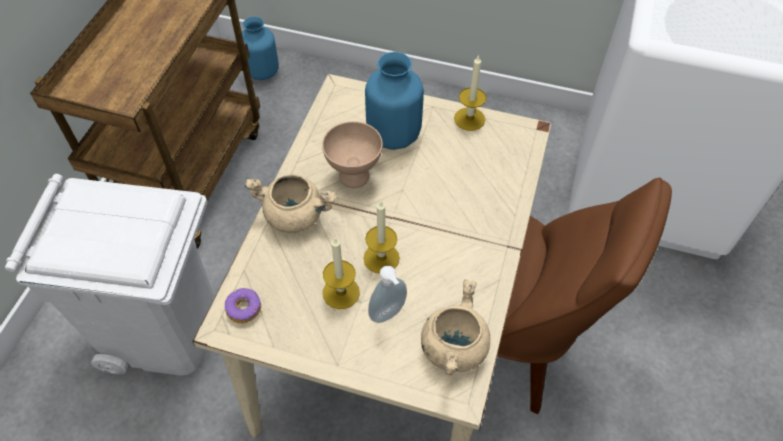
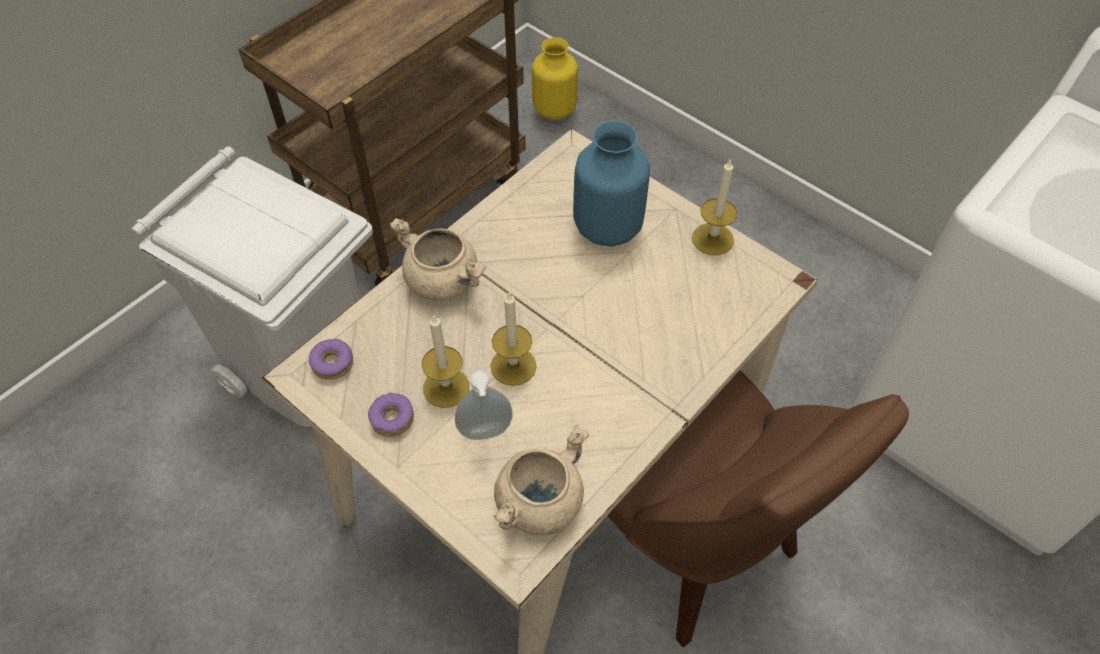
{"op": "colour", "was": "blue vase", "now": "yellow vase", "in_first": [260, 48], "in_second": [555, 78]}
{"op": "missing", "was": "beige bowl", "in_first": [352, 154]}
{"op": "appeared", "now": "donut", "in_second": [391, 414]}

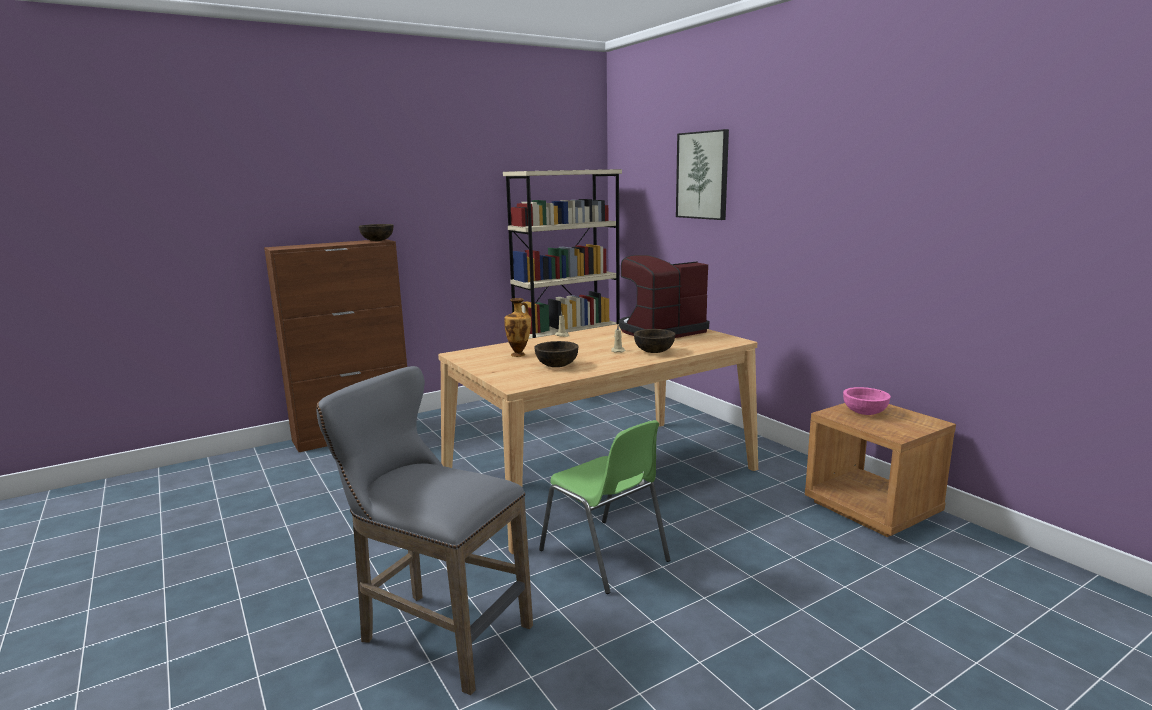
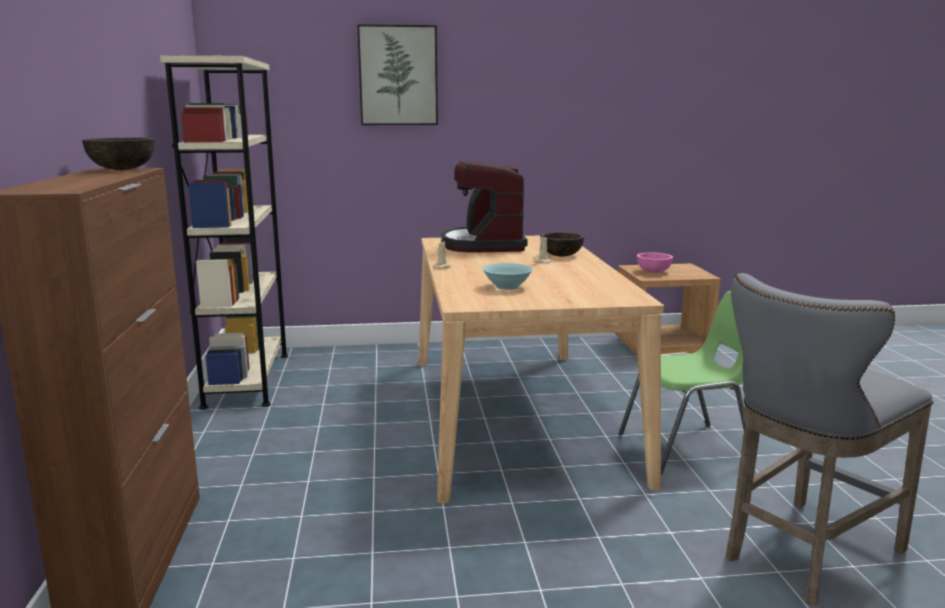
{"op": "exchanged", "was": "vase", "now": "turquoise bowl", "in_first": [517, 327], "in_second": [507, 276]}
{"op": "missing", "was": "brown bowl", "in_first": [556, 354]}

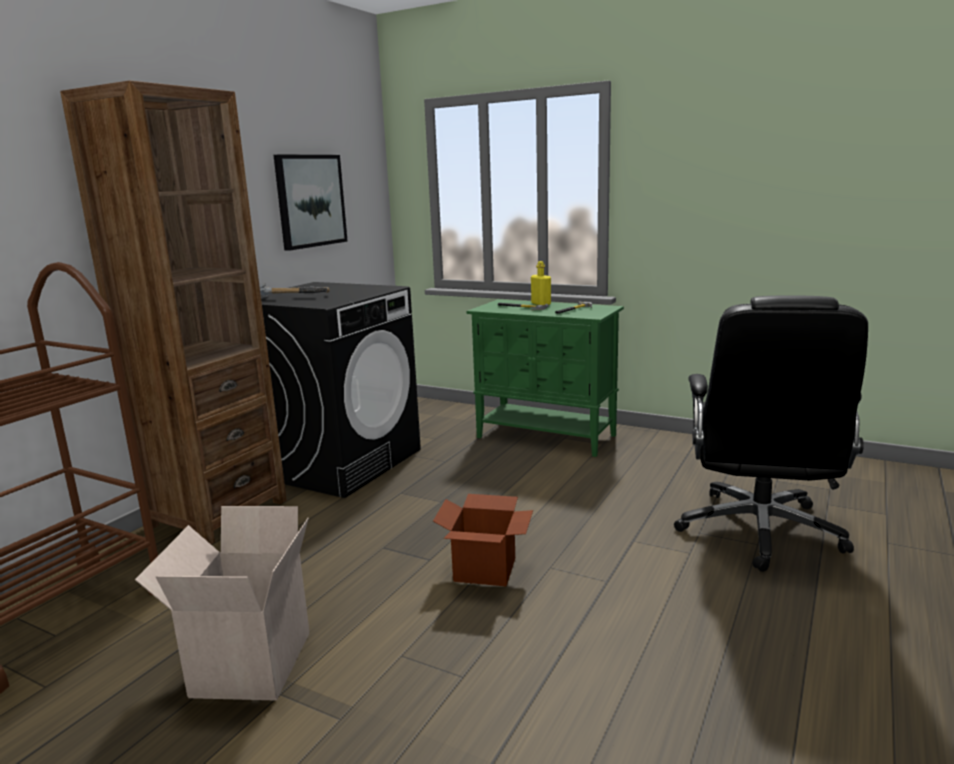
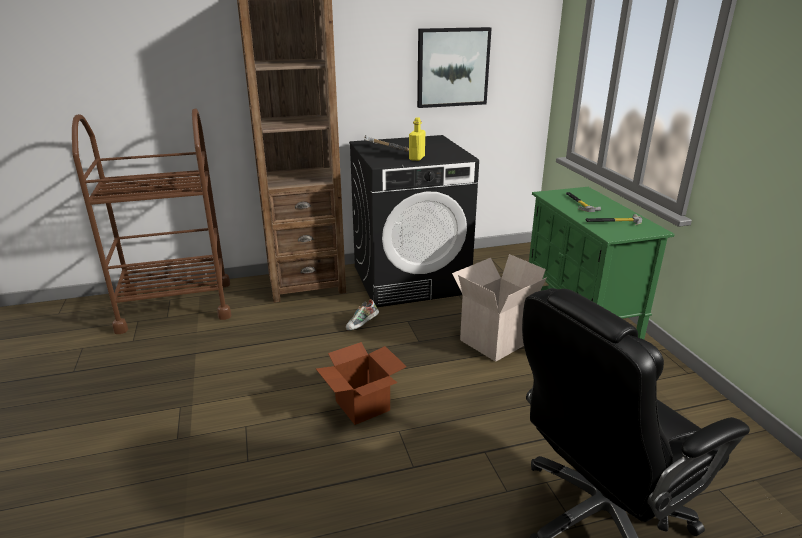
{"op": "relocated", "was": "yellow bottle", "in_first": [541, 283], "in_second": [417, 139]}
{"op": "relocated", "was": "cardboard box", "in_first": [222, 603], "in_second": [499, 308]}
{"op": "appeared", "now": "shoe", "in_second": [362, 315]}

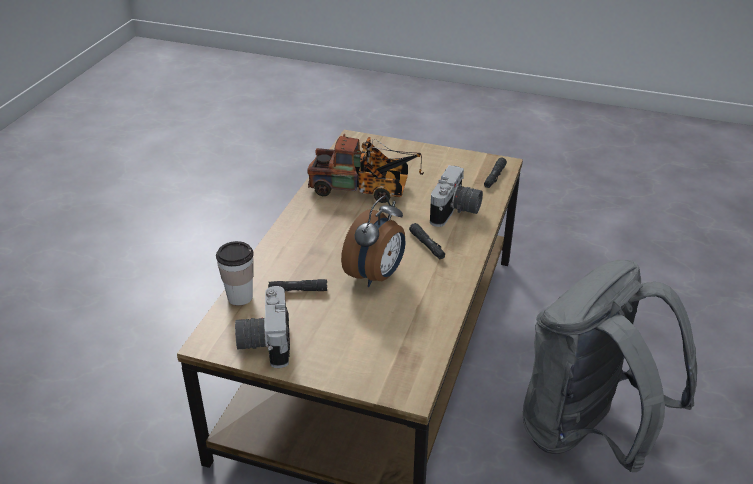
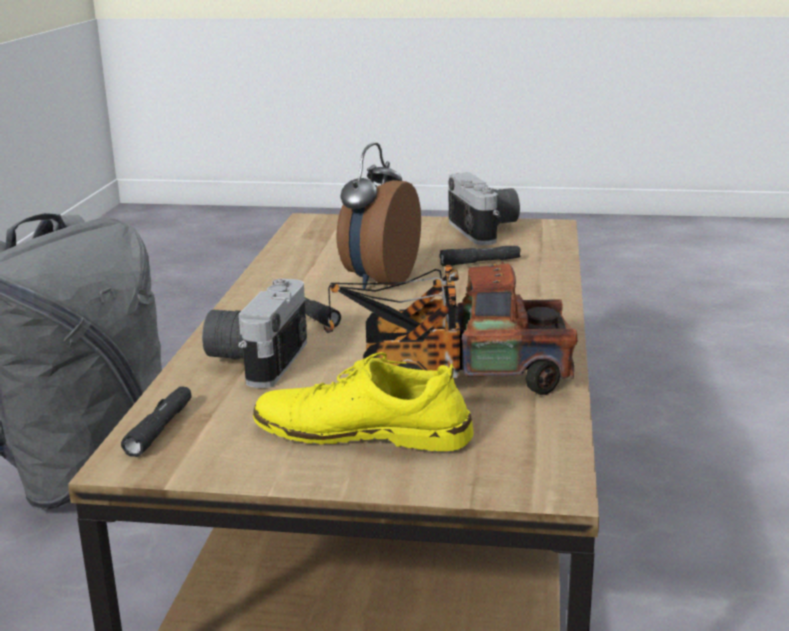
{"op": "missing", "was": "cup", "in_first": [235, 273]}
{"op": "appeared", "now": "yellow shoe", "in_second": [363, 401]}

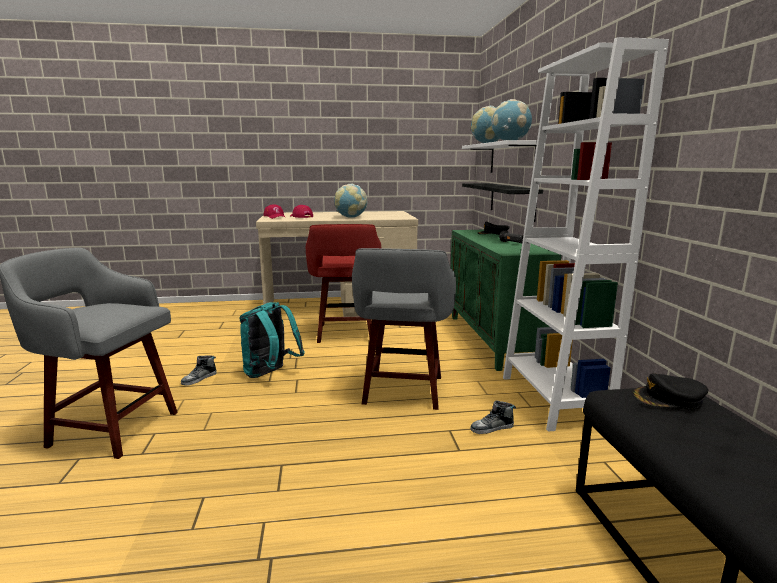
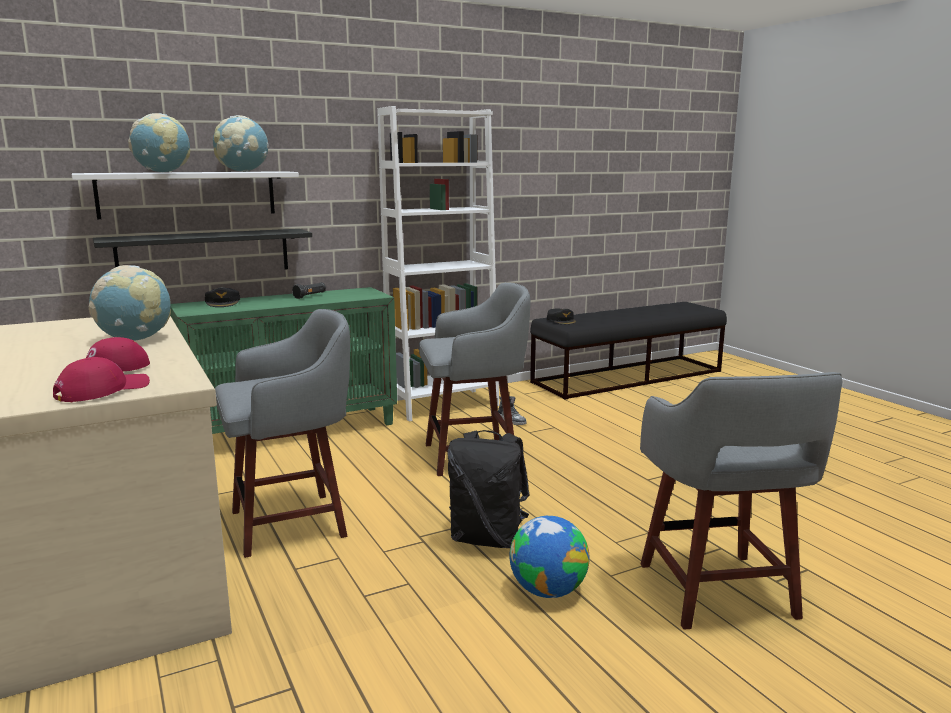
{"op": "colour", "was": "red stool", "now": "grey stool", "in_first": [343, 283], "in_second": [282, 433]}
{"op": "colour", "was": "turquoise backpack", "now": "black backpack", "in_first": [272, 340], "in_second": [488, 489]}
{"op": "exchanged", "was": "shoe", "now": "globe", "in_first": [199, 370], "in_second": [549, 557]}

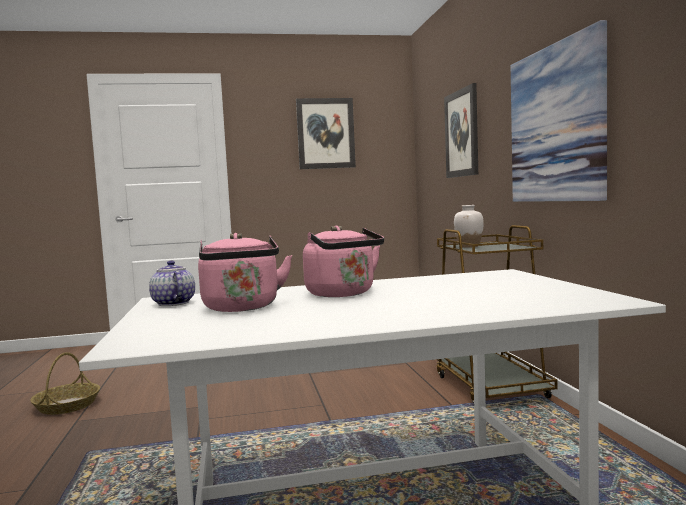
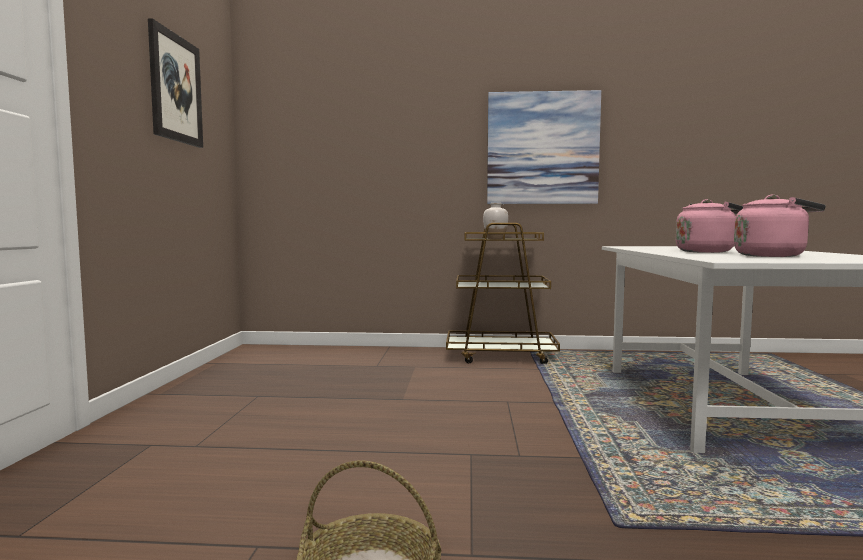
{"op": "missing", "was": "picture", "in_first": [461, 130]}
{"op": "missing", "was": "teapot", "in_first": [172, 283]}

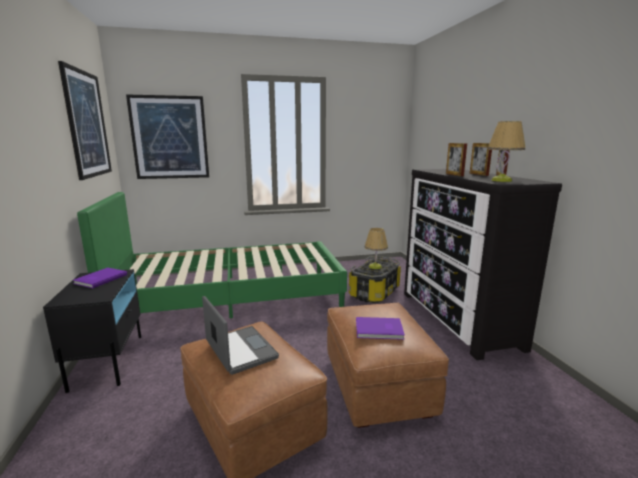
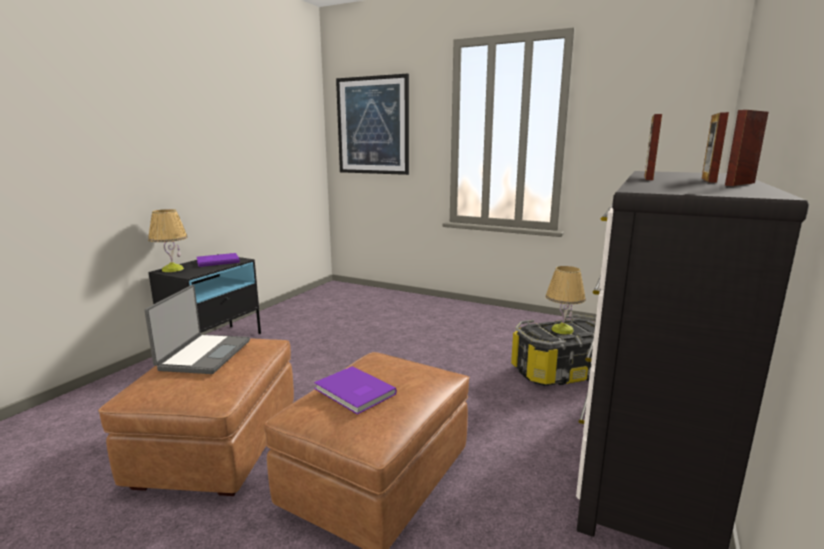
{"op": "missing", "was": "picture", "in_first": [85, 120]}
{"op": "relocated", "was": "table lamp", "in_first": [506, 151], "in_second": [168, 240]}
{"op": "missing", "was": "green bed", "in_first": [212, 255]}

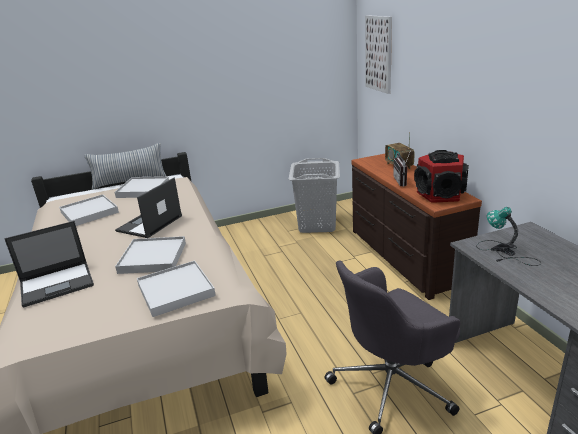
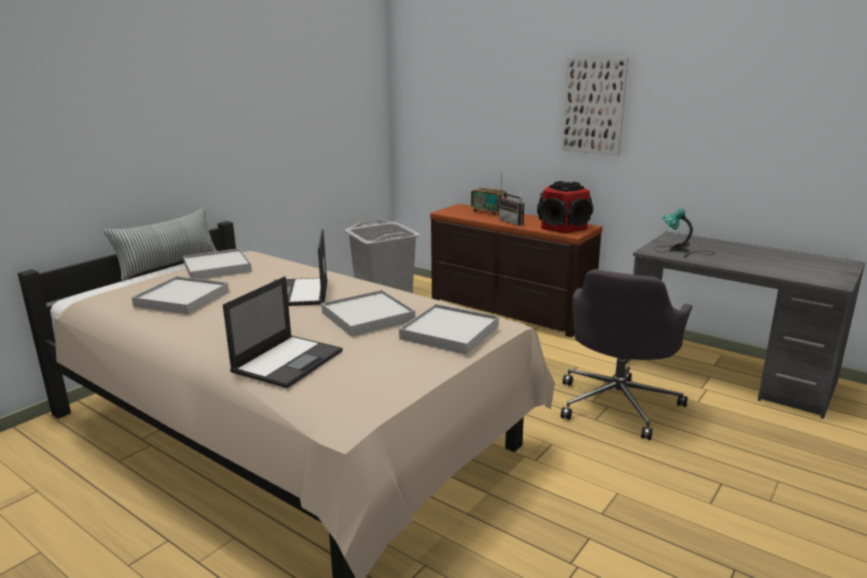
{"op": "relocated", "was": "picture", "in_first": [378, 54], "in_second": [595, 106]}

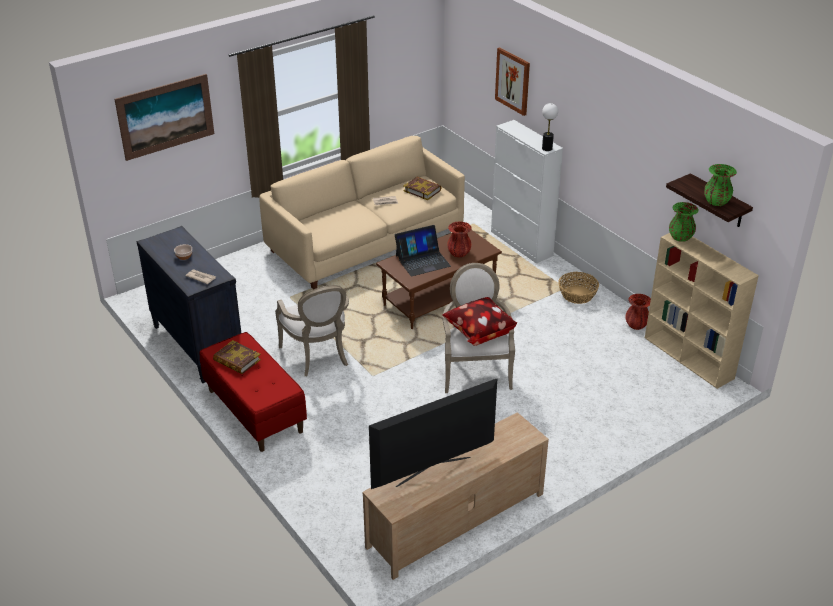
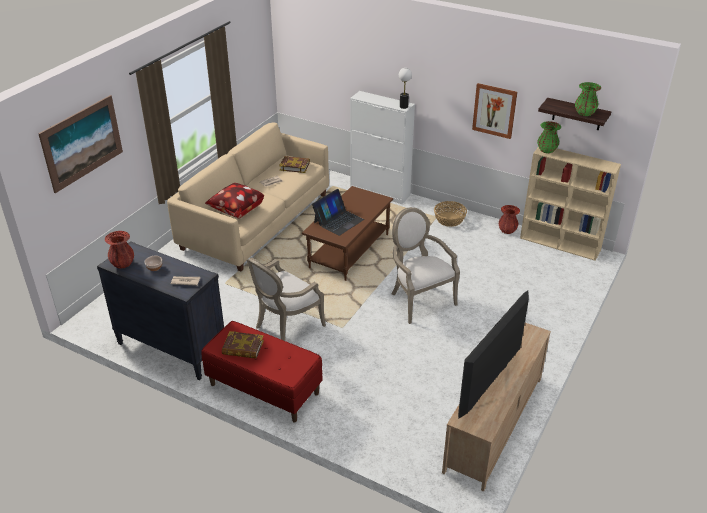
{"op": "relocated", "was": "picture", "in_first": [512, 81], "in_second": [494, 111]}
{"op": "relocated", "was": "red vase", "in_first": [459, 239], "in_second": [119, 250]}
{"op": "spun", "was": "armchair", "in_first": [312, 330], "in_second": [286, 299], "clockwise": 90}
{"op": "relocated", "was": "pillow", "in_first": [479, 321], "in_second": [234, 201]}

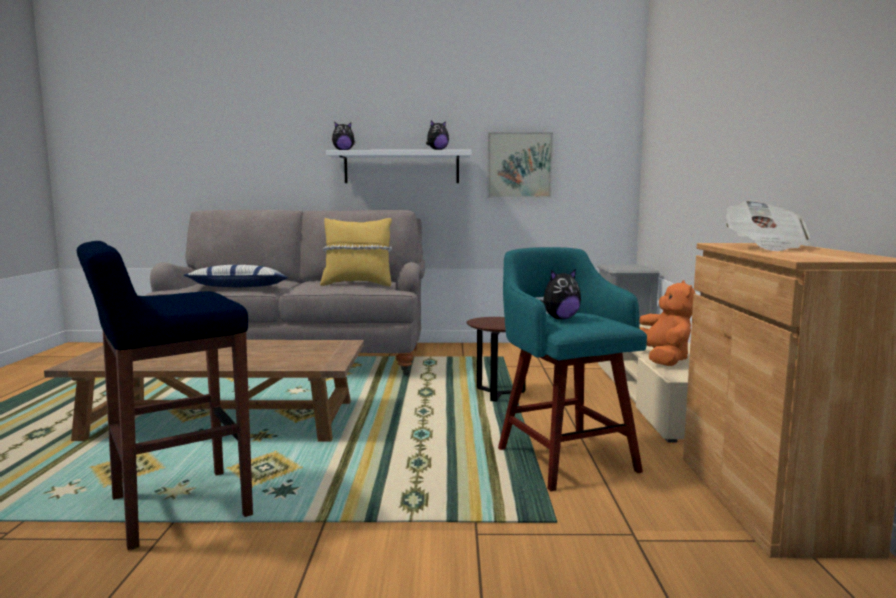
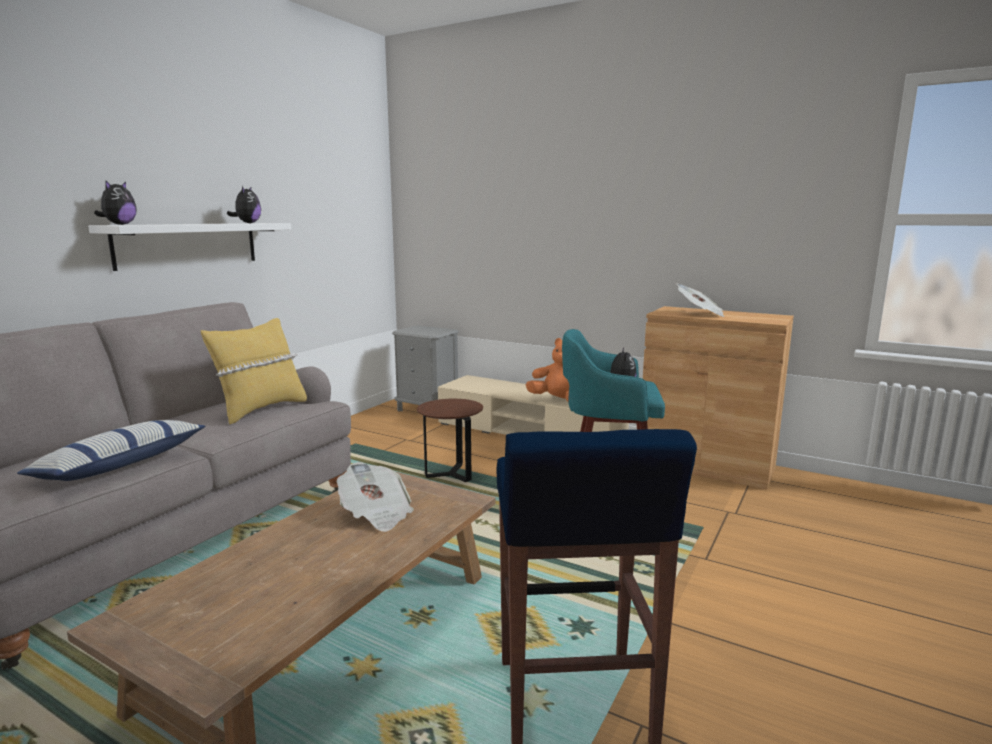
{"op": "missing", "was": "picture", "in_first": [520, 165]}
{"op": "appeared", "now": "newspaper", "in_second": [375, 497]}

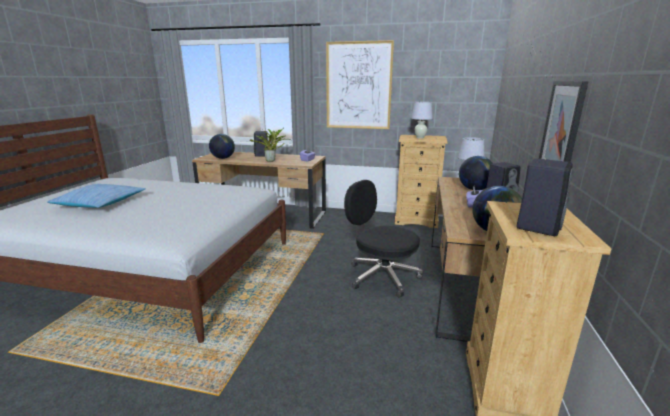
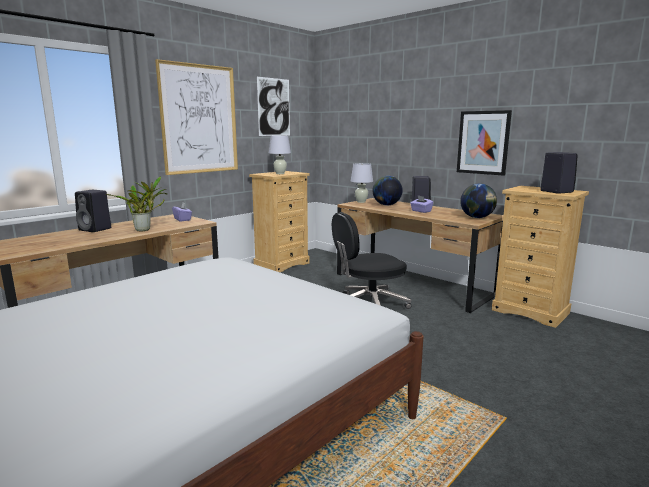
{"op": "missing", "was": "globe", "in_first": [222, 146]}
{"op": "missing", "was": "pillow", "in_first": [97, 196]}
{"op": "appeared", "now": "picture", "in_second": [273, 106]}

